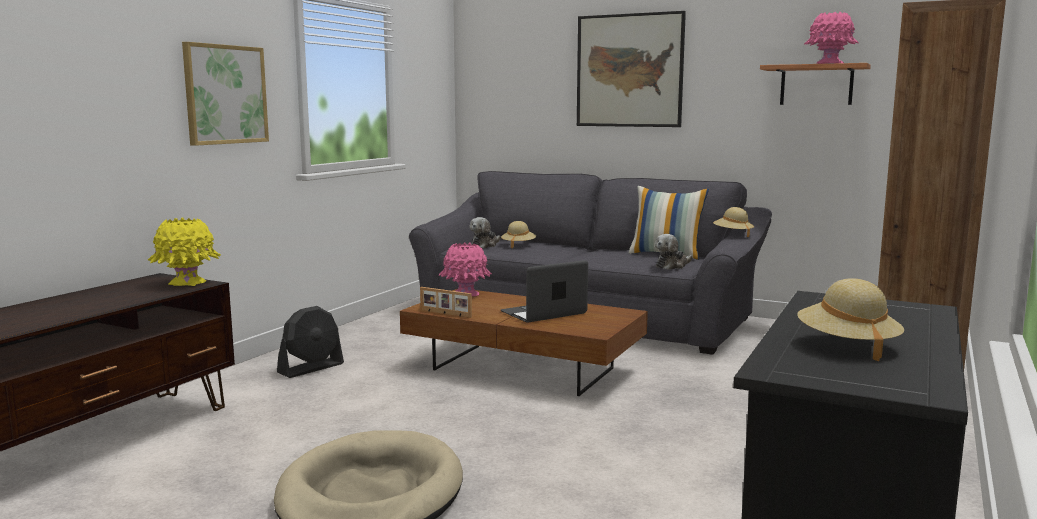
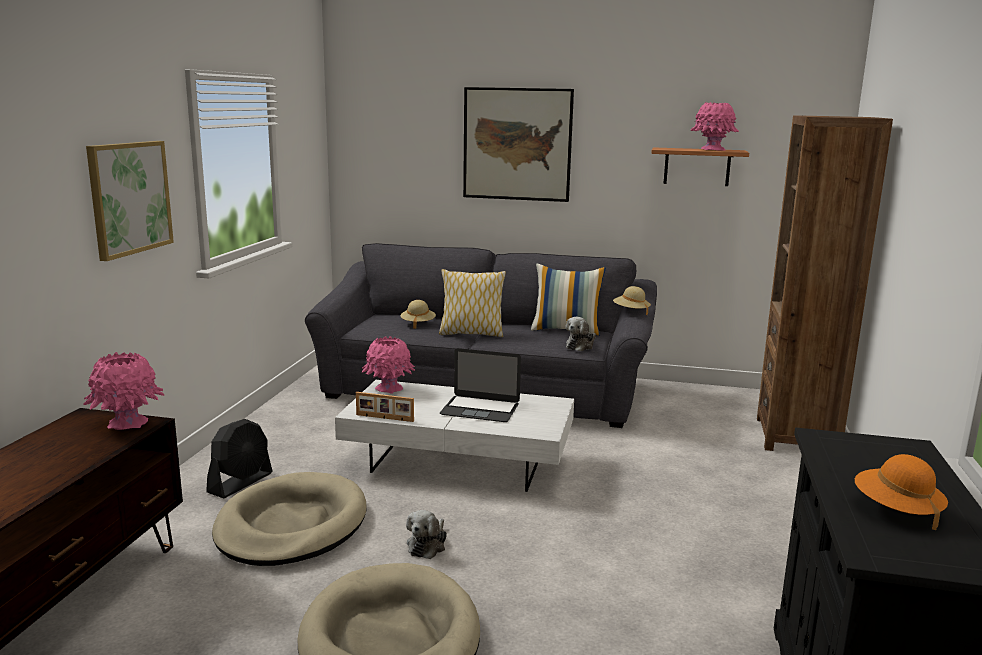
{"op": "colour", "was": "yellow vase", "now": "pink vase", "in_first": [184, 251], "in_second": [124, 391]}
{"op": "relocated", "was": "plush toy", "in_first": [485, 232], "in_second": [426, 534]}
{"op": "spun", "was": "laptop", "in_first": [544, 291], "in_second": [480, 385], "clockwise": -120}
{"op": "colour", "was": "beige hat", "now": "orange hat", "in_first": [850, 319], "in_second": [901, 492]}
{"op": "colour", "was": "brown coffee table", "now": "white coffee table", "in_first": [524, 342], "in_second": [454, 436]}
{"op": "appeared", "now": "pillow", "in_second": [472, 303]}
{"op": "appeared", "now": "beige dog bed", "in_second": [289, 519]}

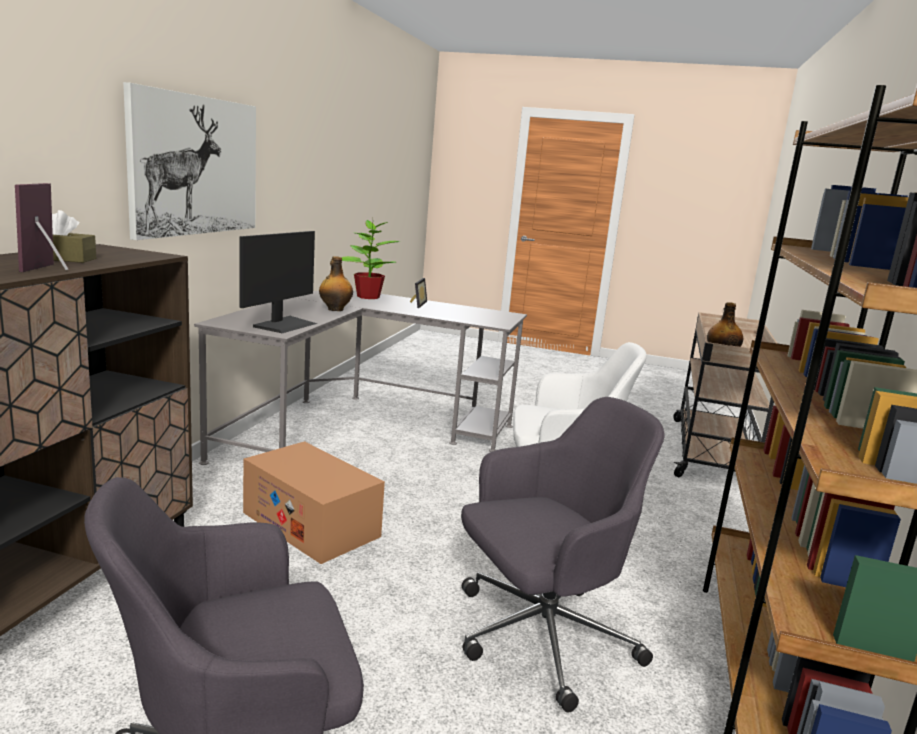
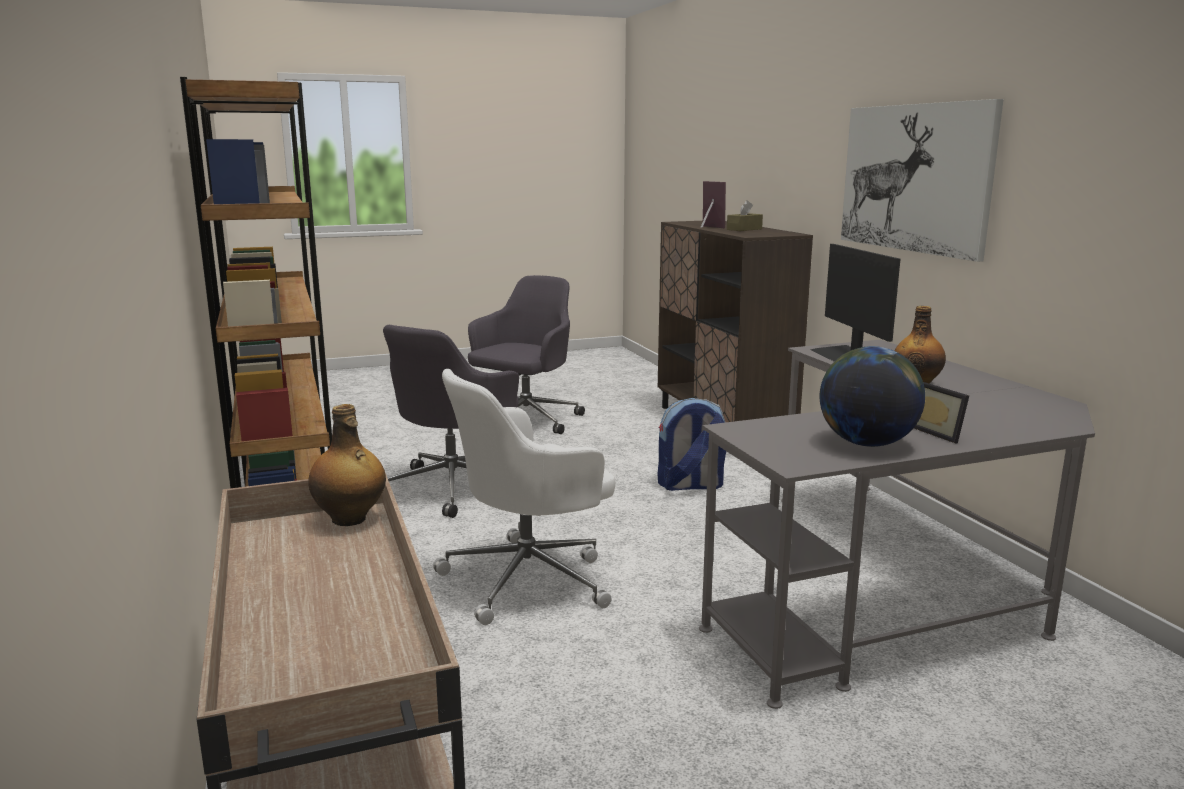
{"op": "missing", "was": "potted plant", "in_first": [370, 259]}
{"op": "exchanged", "was": "cardboard box", "now": "backpack", "in_first": [314, 502], "in_second": [691, 444]}
{"op": "appeared", "now": "globe", "in_second": [872, 396]}

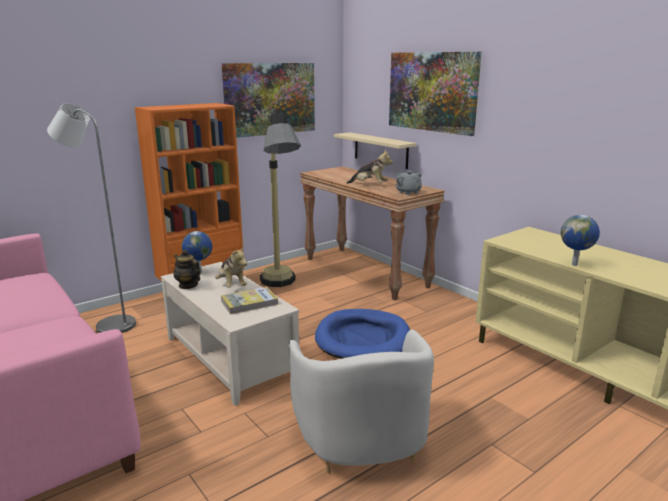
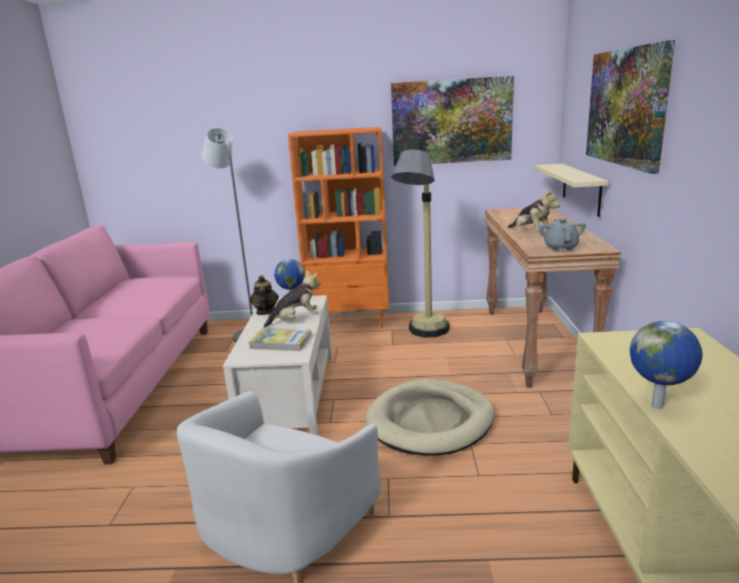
{"op": "spun", "was": "plush toy", "in_first": [231, 266], "in_second": [292, 299], "clockwise": -120}
{"op": "colour", "was": "blue dog bed", "now": "beige dog bed", "in_first": [362, 334], "in_second": [430, 417]}

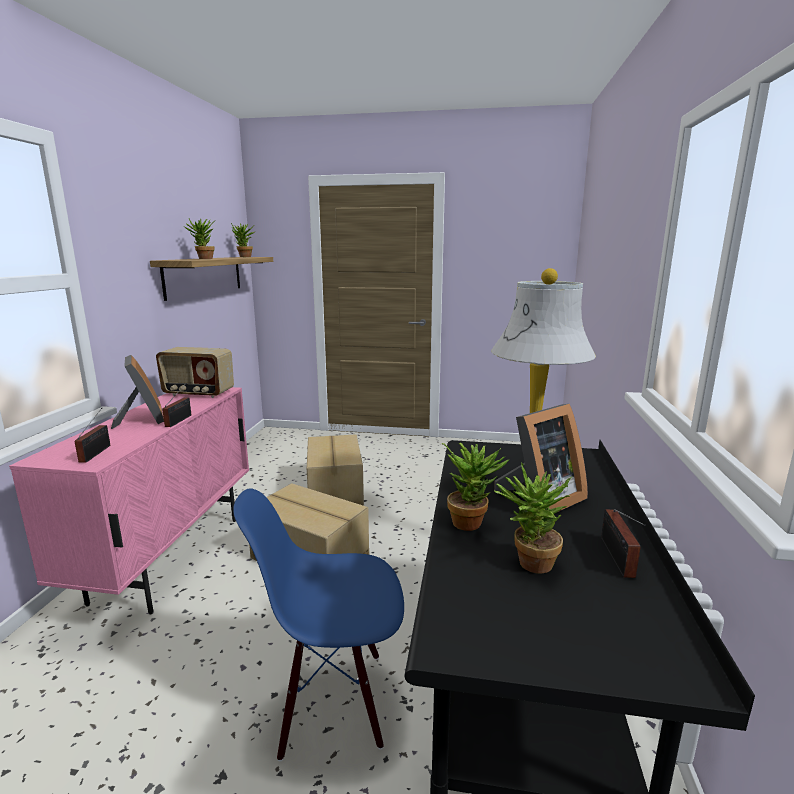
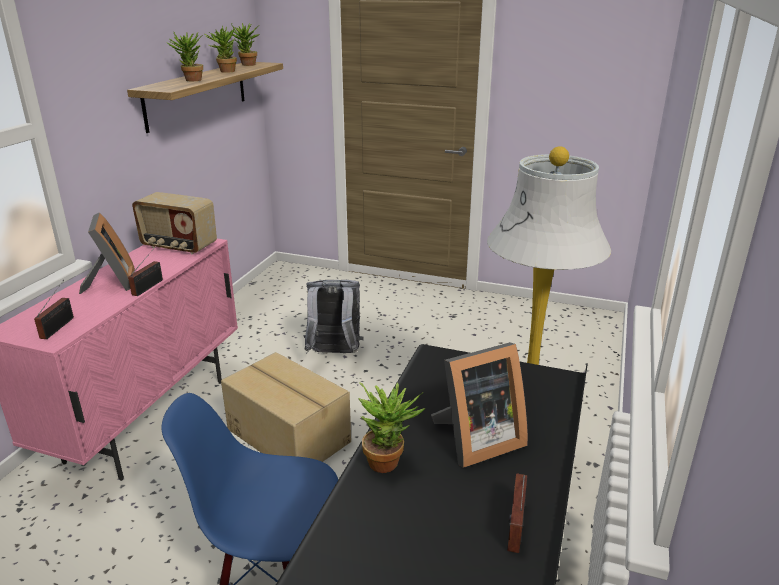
{"op": "exchanged", "was": "cardboard box", "now": "grey backpack", "in_first": [335, 470], "in_second": [334, 316]}
{"op": "relocated", "was": "potted plant", "in_first": [533, 518], "in_second": [220, 49]}

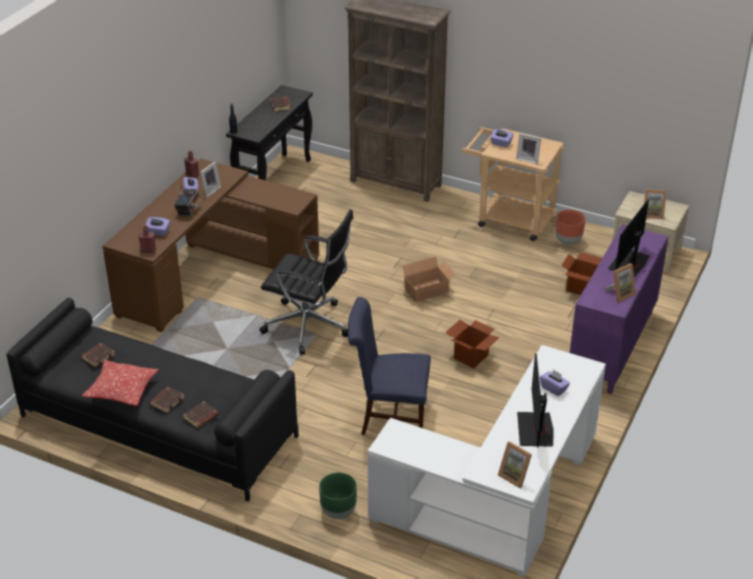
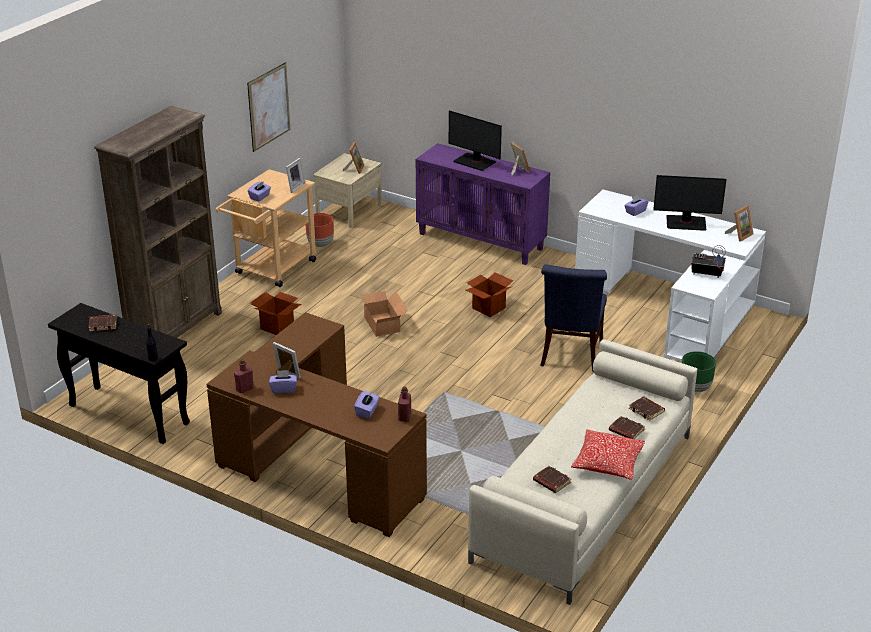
{"op": "relocated", "was": "radio", "in_first": [188, 200], "in_second": [708, 261]}
{"op": "missing", "was": "black office chair", "in_first": [307, 282]}
{"op": "relocated", "was": "cardboard box", "in_first": [581, 273], "in_second": [275, 313]}
{"op": "colour", "was": "black sofa", "now": "beige sofa", "in_first": [152, 400], "in_second": [582, 472]}
{"op": "appeared", "now": "picture", "in_second": [268, 107]}

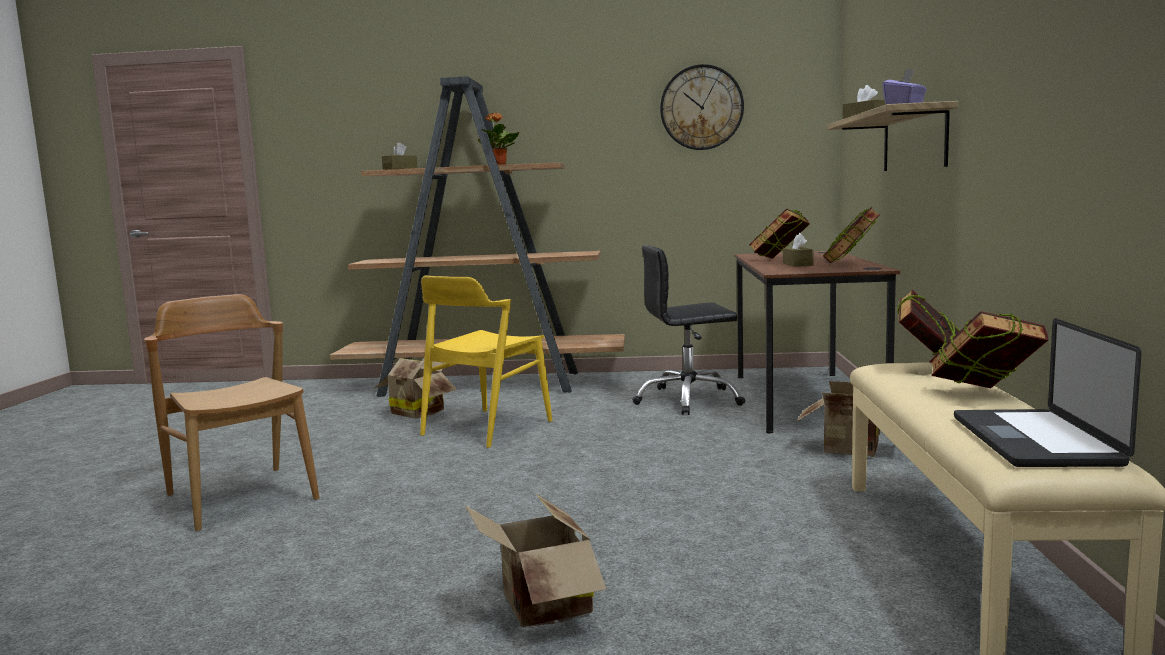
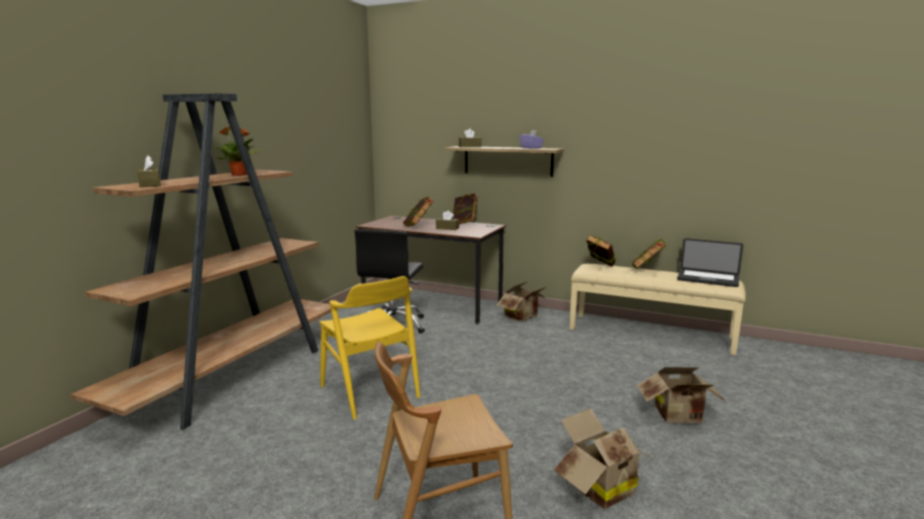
{"op": "missing", "was": "wall clock", "in_first": [702, 107]}
{"op": "relocated", "was": "cardboard box", "in_first": [416, 388], "in_second": [604, 458]}

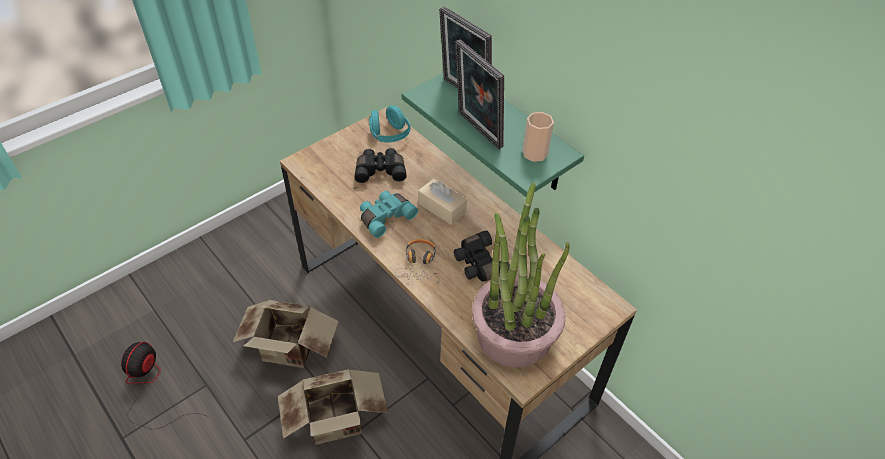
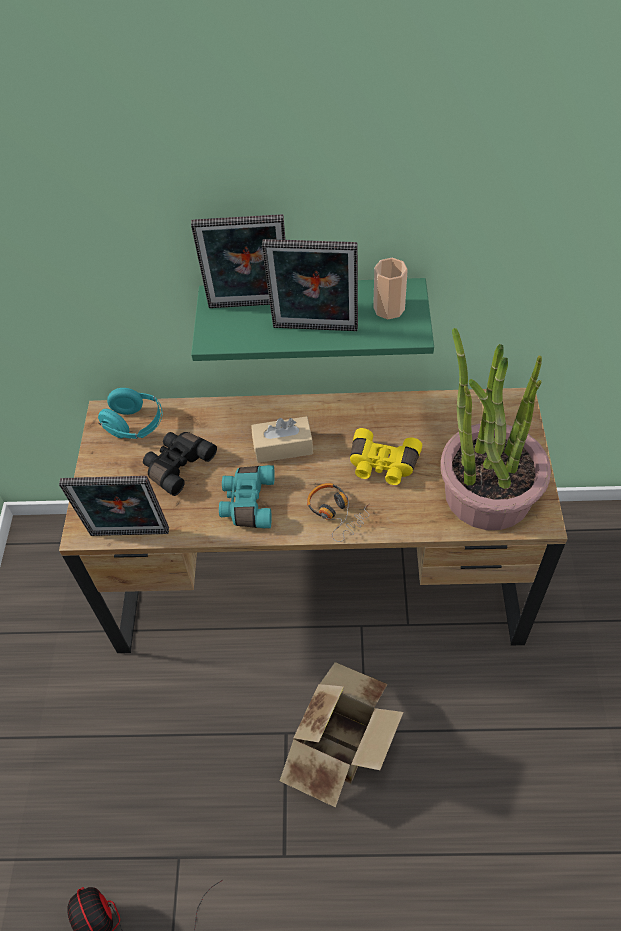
{"op": "colour", "was": "black binoculars", "now": "yellow binoculars", "in_first": [482, 255], "in_second": [386, 456]}
{"op": "missing", "was": "cardboard box", "in_first": [286, 334]}
{"op": "appeared", "now": "picture frame", "in_second": [114, 506]}

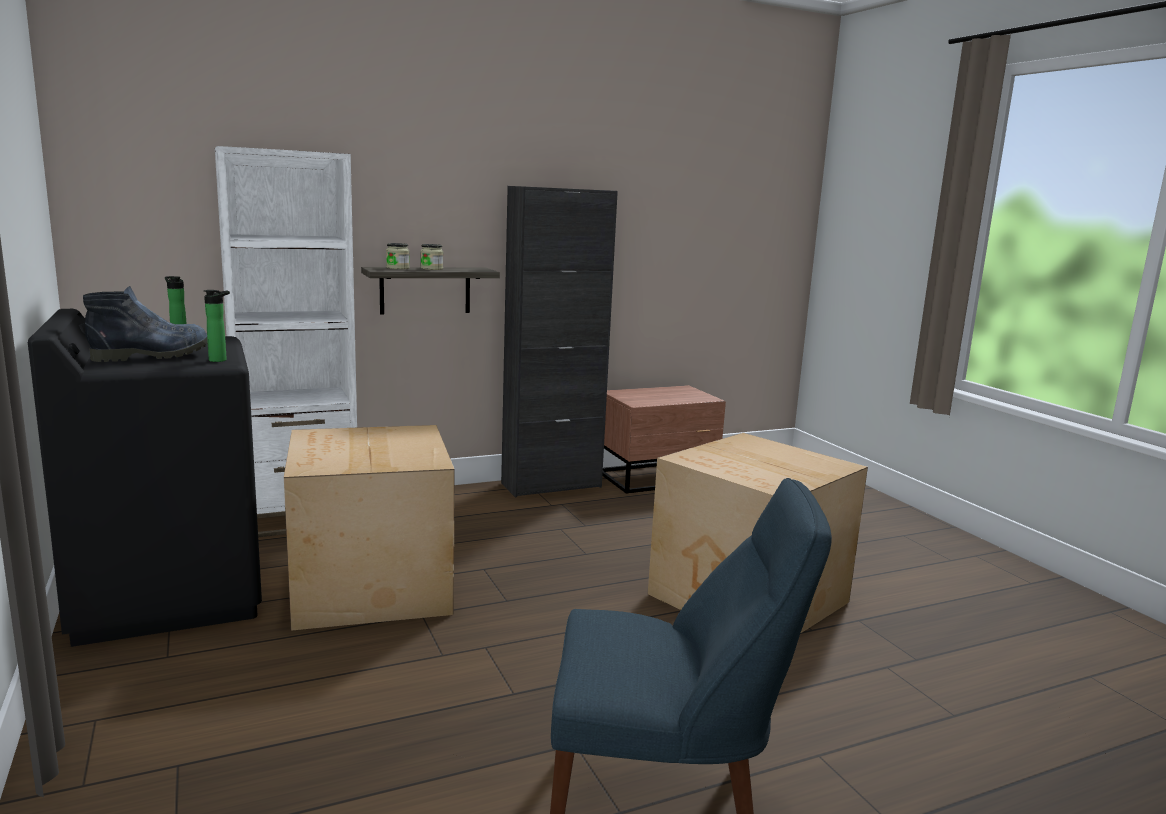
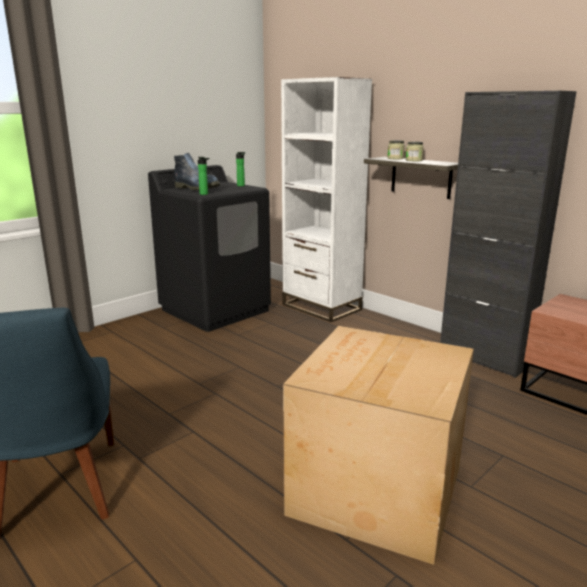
{"op": "missing", "was": "cardboard box", "in_first": [369, 528]}

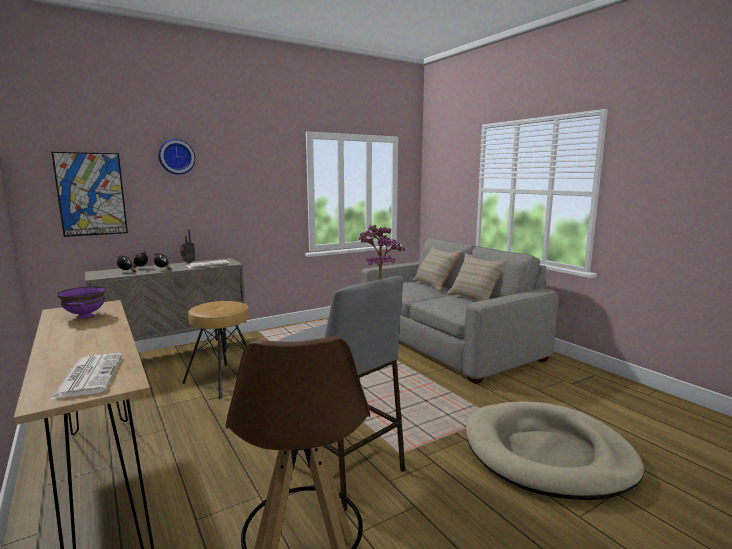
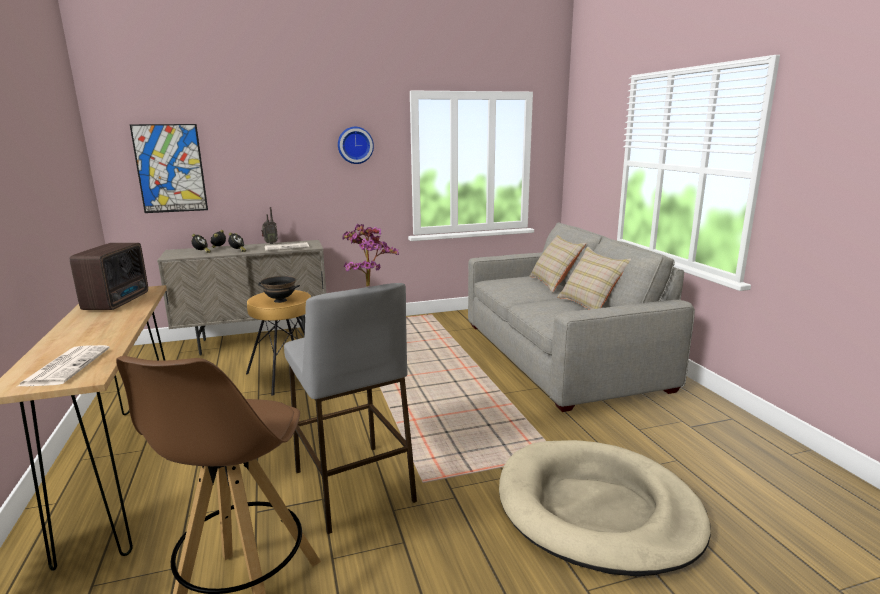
{"op": "relocated", "was": "wall clock", "in_first": [176, 157], "in_second": [356, 145]}
{"op": "exchanged", "was": "purple bowl", "now": "radio", "in_first": [81, 302], "in_second": [109, 276]}
{"op": "appeared", "now": "black bowl", "in_second": [279, 289]}

